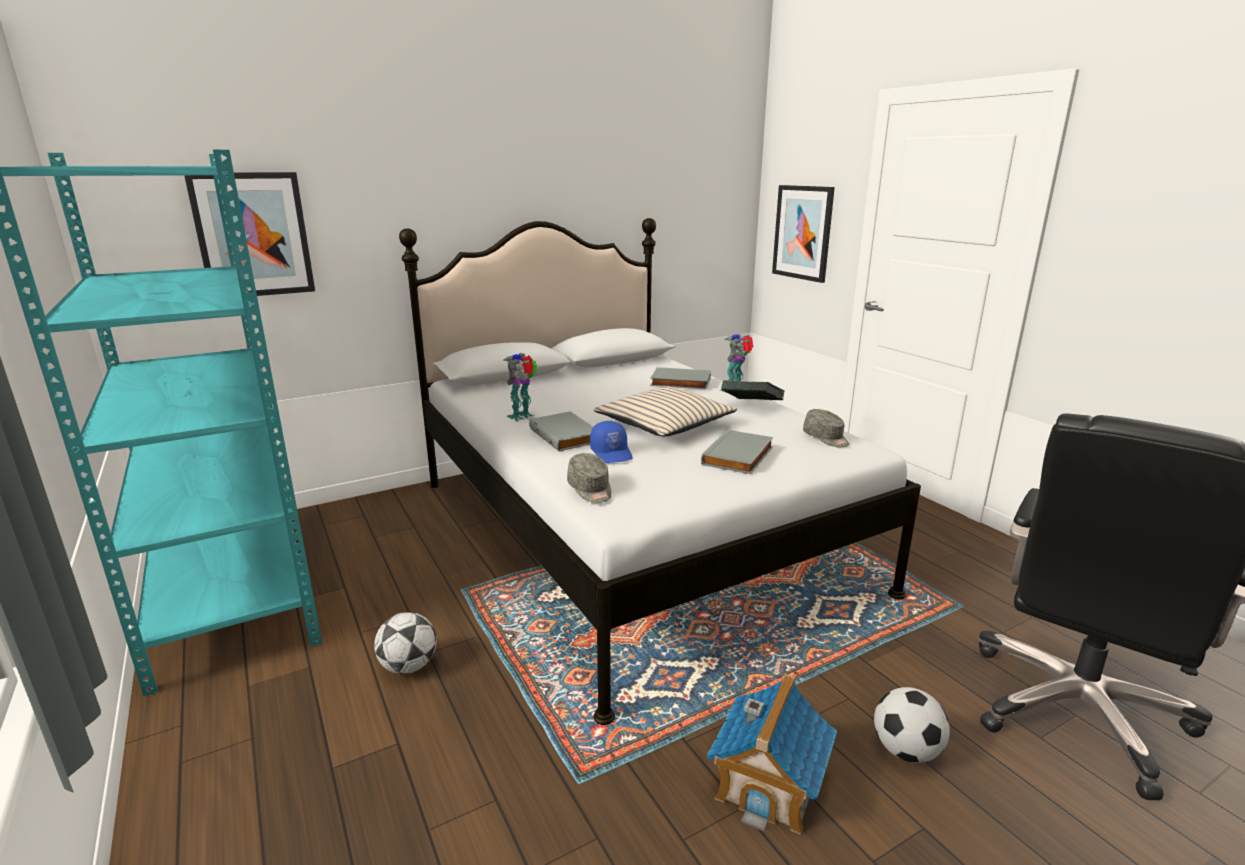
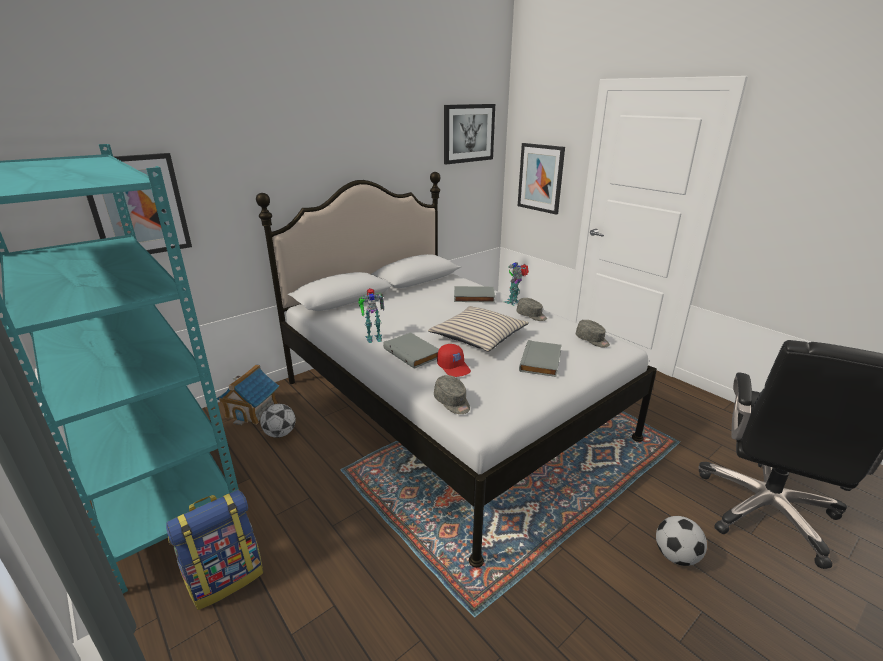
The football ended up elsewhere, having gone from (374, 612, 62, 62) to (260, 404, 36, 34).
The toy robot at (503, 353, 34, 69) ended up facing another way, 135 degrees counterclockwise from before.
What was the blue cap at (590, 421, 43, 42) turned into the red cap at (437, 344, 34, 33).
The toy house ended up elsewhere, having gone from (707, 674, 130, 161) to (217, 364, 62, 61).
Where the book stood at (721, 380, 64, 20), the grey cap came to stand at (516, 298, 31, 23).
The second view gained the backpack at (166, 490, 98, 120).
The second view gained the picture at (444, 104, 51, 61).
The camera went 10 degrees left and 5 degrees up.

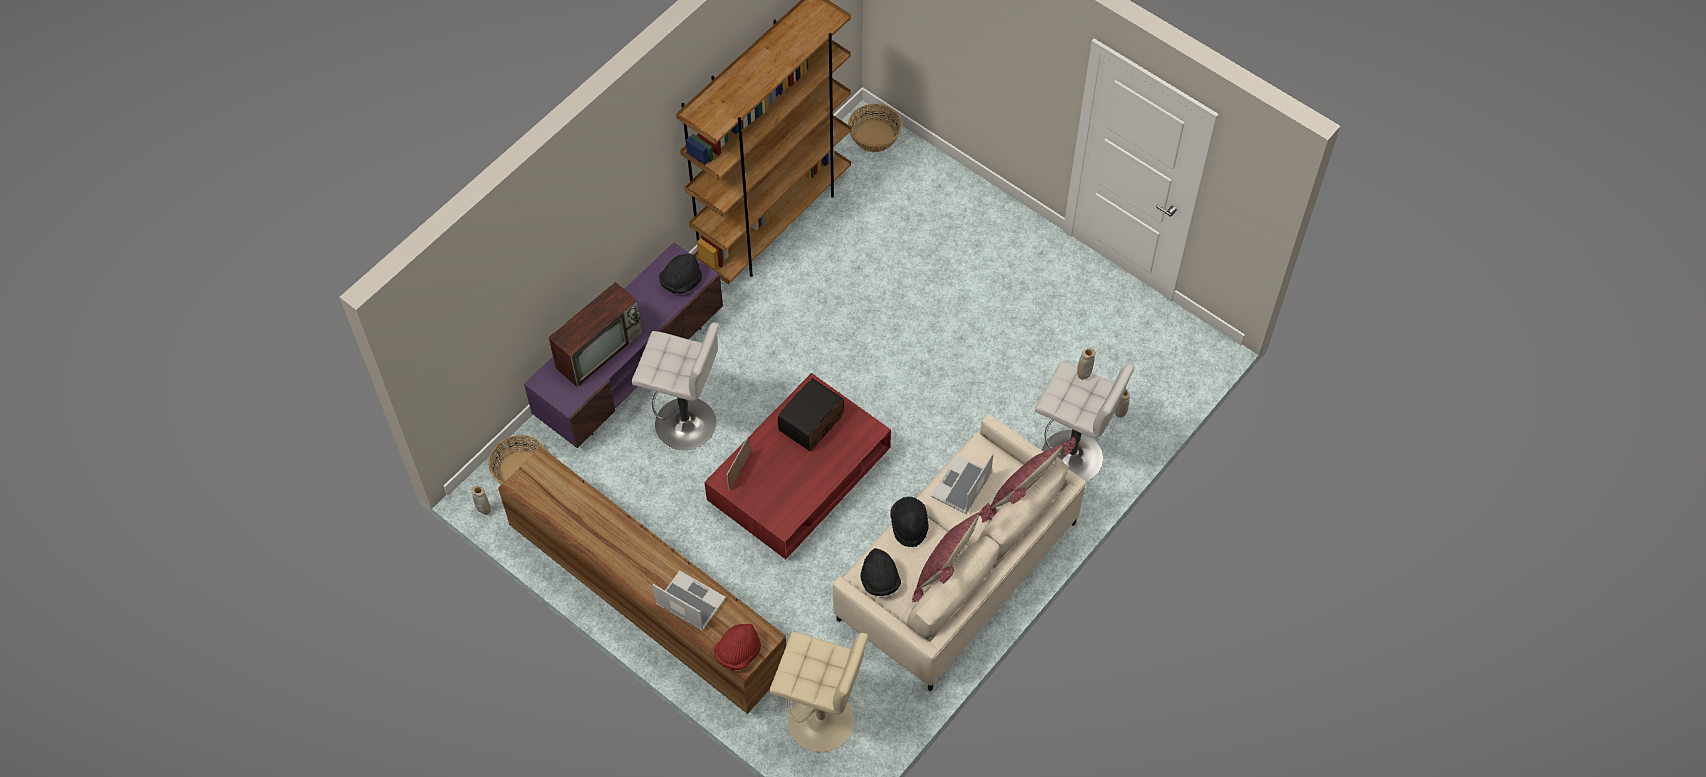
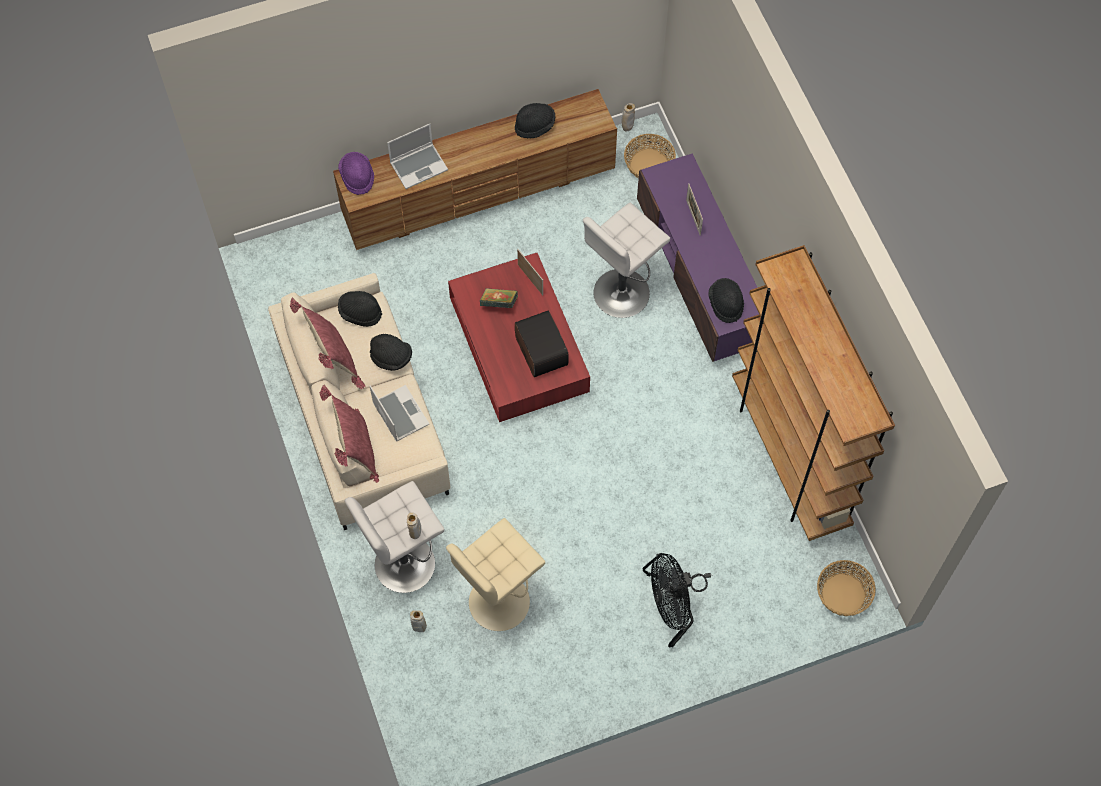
Where the television stood at (548, 282, 95, 106), the picture frame came to stand at (686, 183, 17, 53).
What was the red hat at (714, 624, 47, 46) turned into the purple hat at (338, 152, 36, 43).
The beige stool ended up elsewhere, having gone from (769, 631, 99, 121) to (446, 518, 99, 113).
The second view gained the book at (480, 288, 38, 20).
The second view gained the black hat at (515, 103, 40, 35).
The second view gained the black fan at (643, 553, 70, 95).
The camera went 120 degrees right and 5 degrees up.

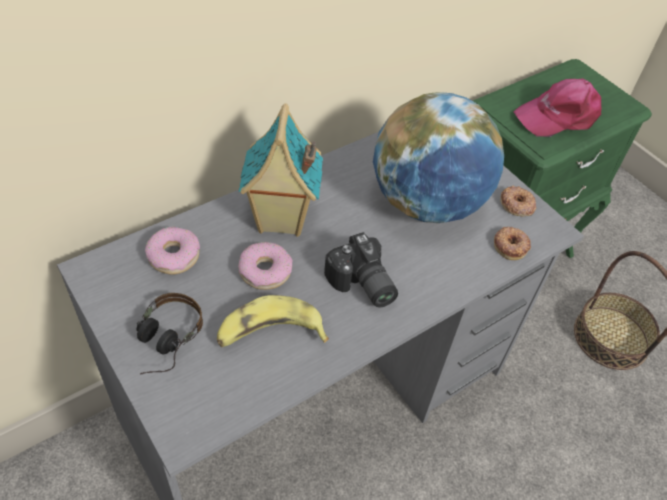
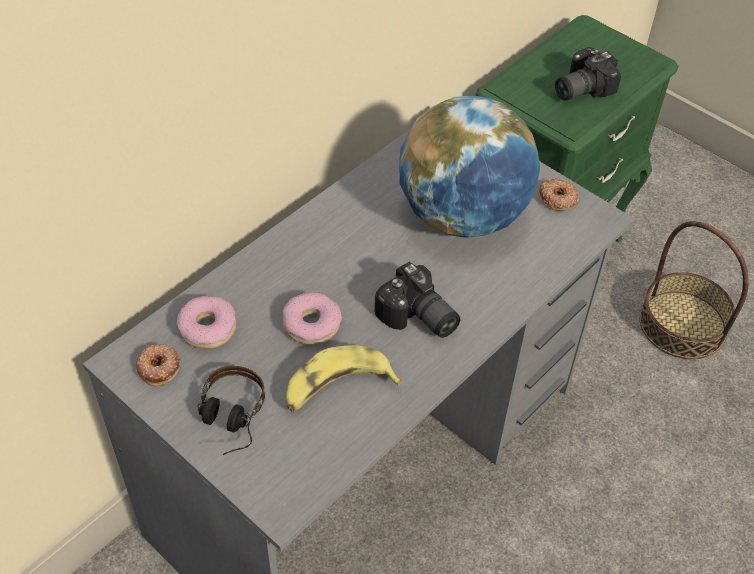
The second view lost the toy house at (239, 103, 84, 134).
The donut ended up elsewhere, having gone from (494, 227, 37, 33) to (136, 344, 44, 42).
Where the pink cap stood at (514, 78, 88, 59), the photo camera came to stand at (555, 47, 66, 54).
The camera went 10 degrees left and 0 degrees up.

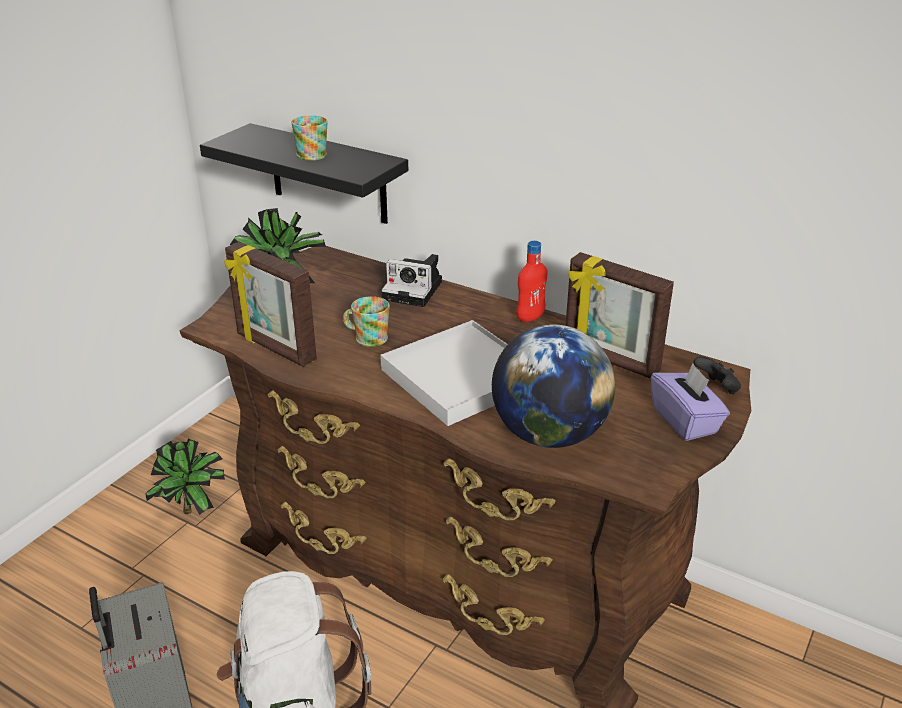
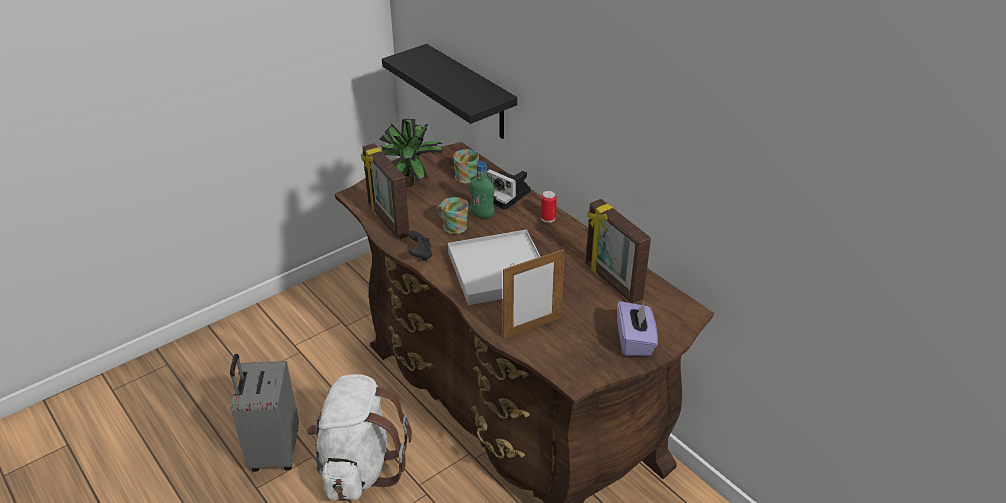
The second view lost the potted plant at (145, 438, 80, 77).
The mug ended up elsewhere, having gone from (291, 115, 37, 46) to (453, 149, 26, 34).
Where the globe stood at (492, 325, 123, 123), the picture frame came to stand at (503, 249, 62, 90).
The second view lost the red bottle at (516, 241, 31, 81).
The black game controller ended up elsewhere, having gone from (693, 356, 48, 39) to (408, 230, 24, 31).
The second view gained the green bottle at (470, 161, 24, 58).
The second view gained the can at (541, 191, 16, 32).
The camera went 20 degrees right and 5 degrees up.

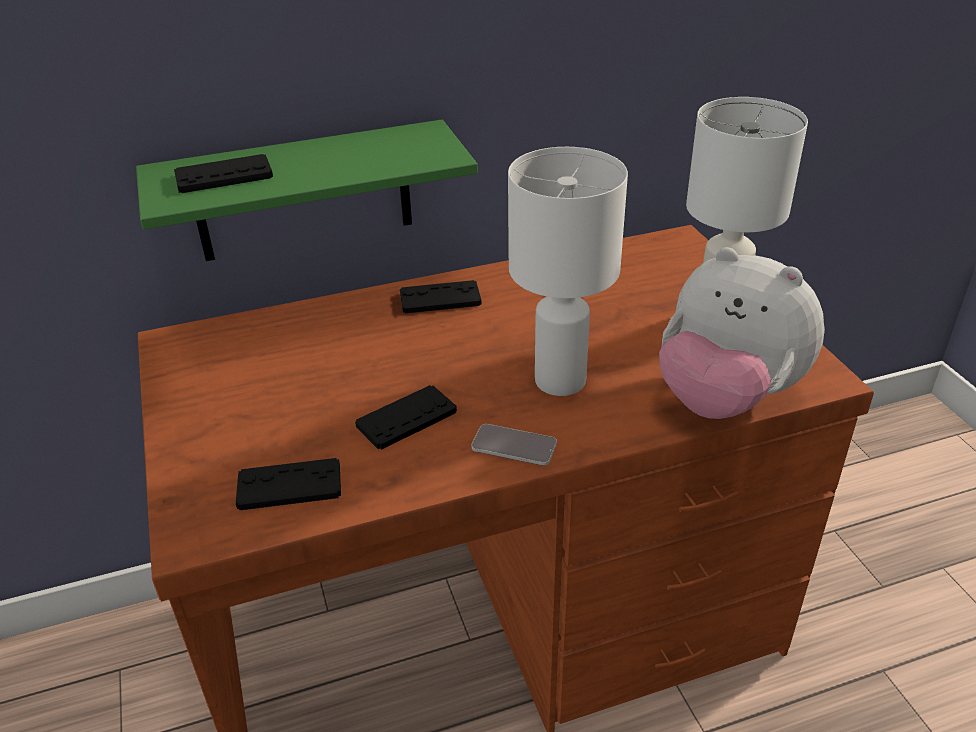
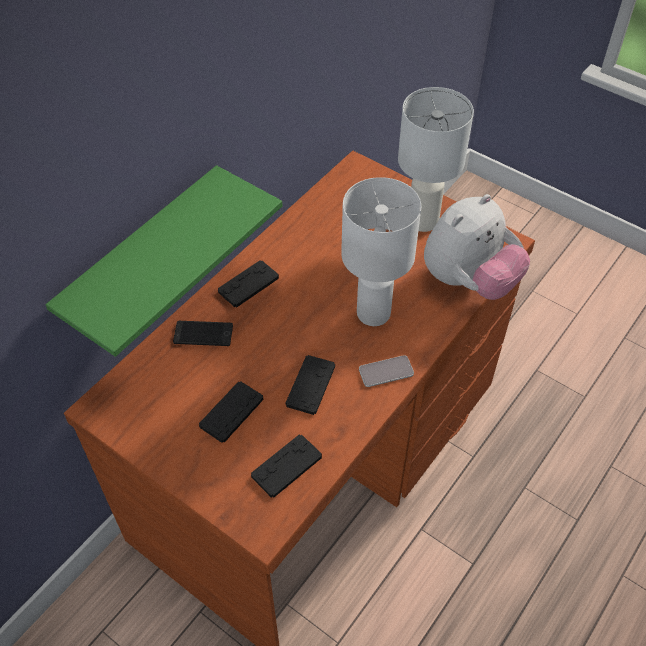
The black game controller ended up elsewhere, having gone from (174, 154, 99, 39) to (199, 381, 64, 62).
The plush toy at (659, 247, 166, 172) ended up facing another way, 45 degrees counterclockwise from before.
The second view gained the phone at (173, 321, 60, 25).
The camera went 35 degrees left and 15 degrees up.

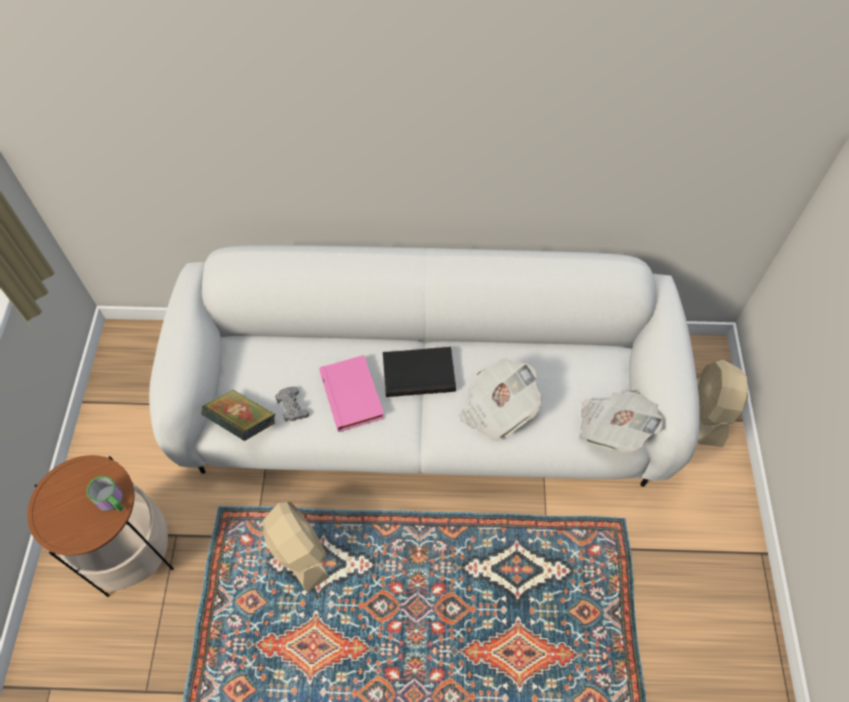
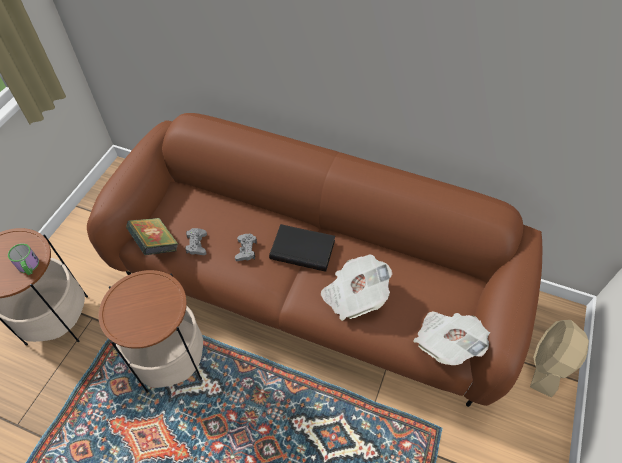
What was the white sofa at (149, 245, 551, 242) turned into the brown sofa at (87, 113, 455, 294).
Where the beige fan stood at (263, 502, 67, 90), the side table came to stand at (98, 270, 105, 123).
Where the pink book stood at (319, 355, 65, 77), the grey game controller came to stand at (235, 234, 22, 27).
The camera went 20 degrees right and 5 degrees down.

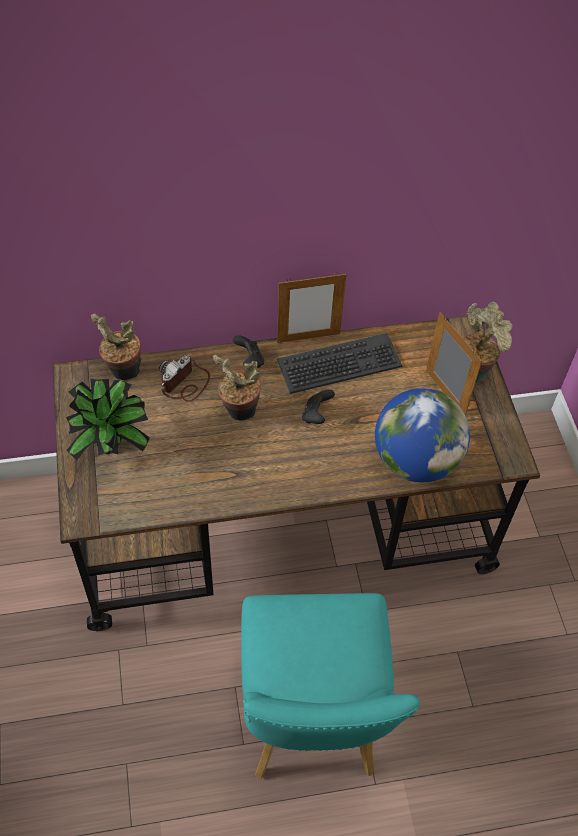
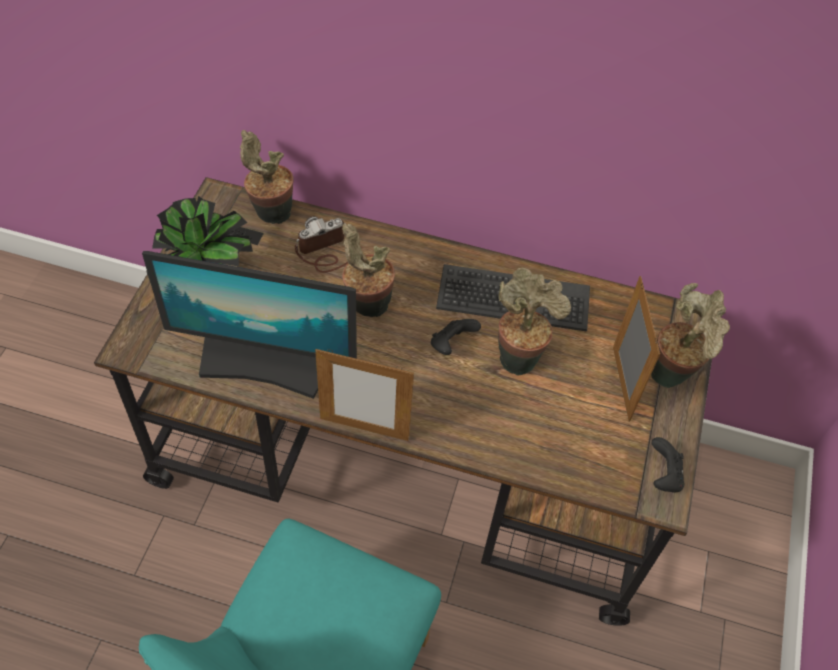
The black game controller ended up elsewhere, having gone from (233, 335, 31, 33) to (652, 437, 32, 55).
The picture frame ended up elsewhere, having gone from (277, 274, 70, 69) to (315, 349, 99, 92).
The second view lost the globe at (375, 388, 95, 94).
The second view gained the monitor at (142, 251, 215, 148).
The second view gained the potted plant at (498, 268, 73, 108).
The camera went 25 degrees right and 0 degrees up.

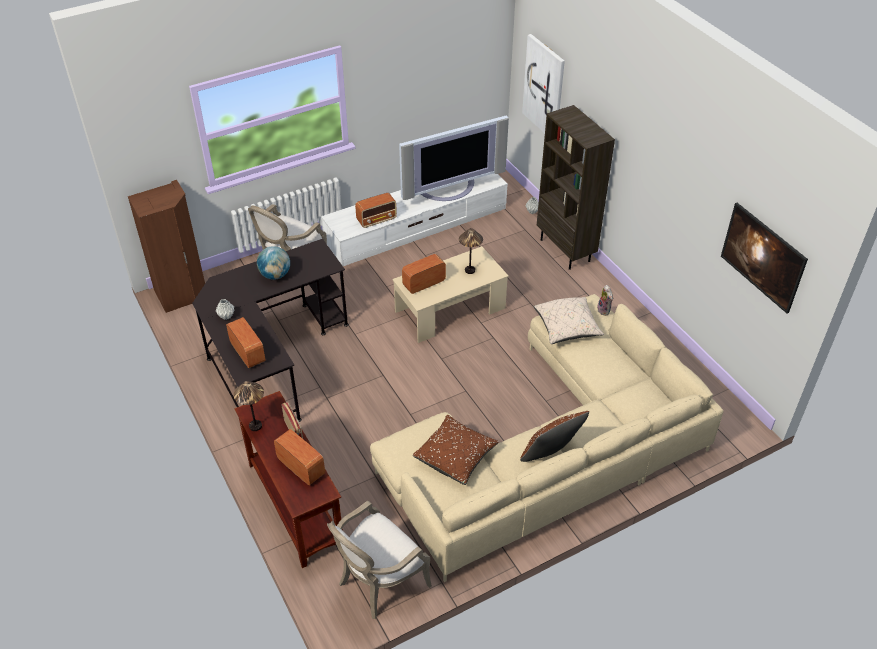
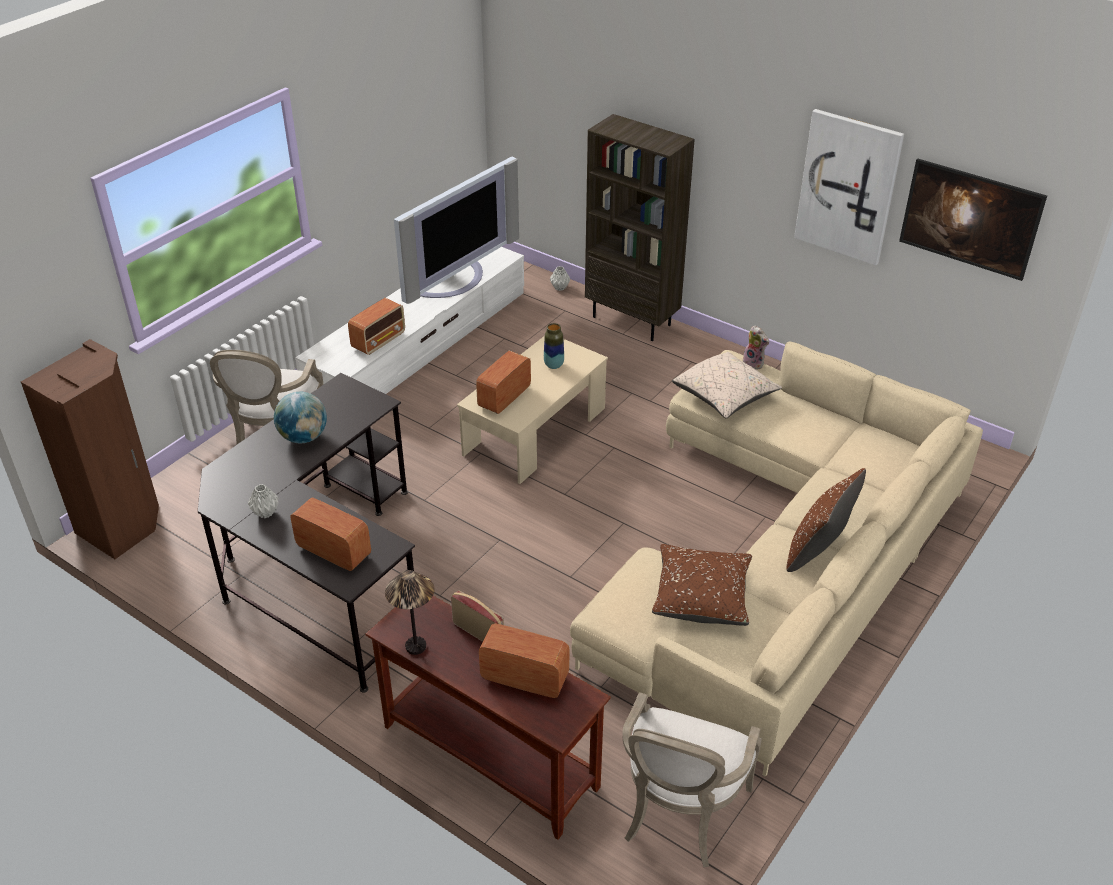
Where the table lamp stood at (459, 228, 24, 46), the vase came to stand at (544, 323, 20, 46).
The picture ended up elsewhere, having gone from (522, 34, 43, 99) to (794, 109, 110, 156).
The camera went 25 degrees left and 5 degrees down.

